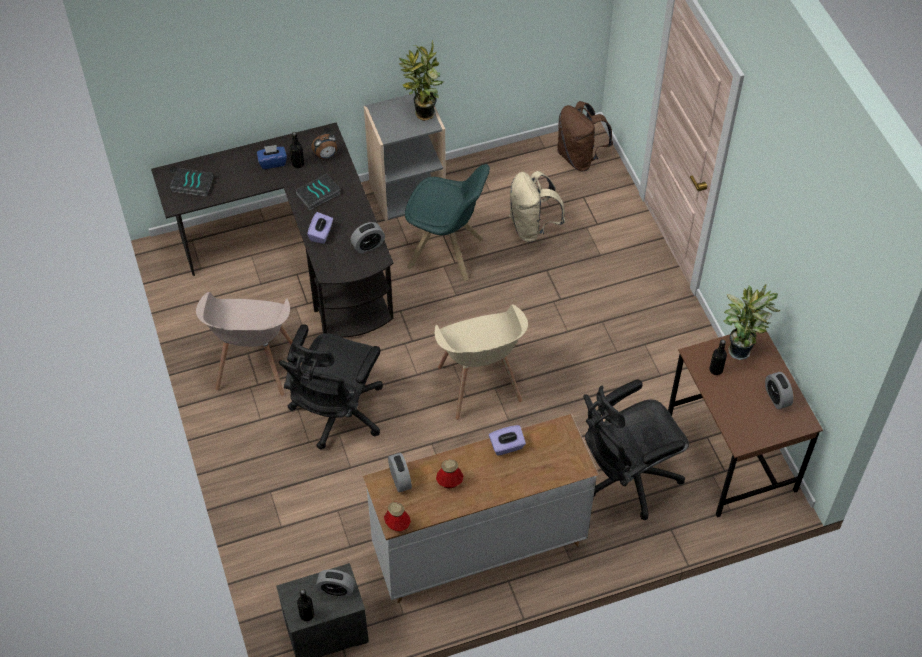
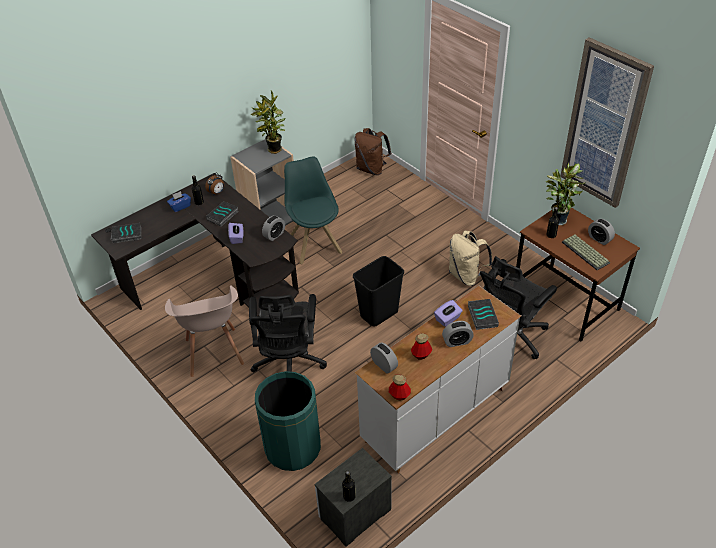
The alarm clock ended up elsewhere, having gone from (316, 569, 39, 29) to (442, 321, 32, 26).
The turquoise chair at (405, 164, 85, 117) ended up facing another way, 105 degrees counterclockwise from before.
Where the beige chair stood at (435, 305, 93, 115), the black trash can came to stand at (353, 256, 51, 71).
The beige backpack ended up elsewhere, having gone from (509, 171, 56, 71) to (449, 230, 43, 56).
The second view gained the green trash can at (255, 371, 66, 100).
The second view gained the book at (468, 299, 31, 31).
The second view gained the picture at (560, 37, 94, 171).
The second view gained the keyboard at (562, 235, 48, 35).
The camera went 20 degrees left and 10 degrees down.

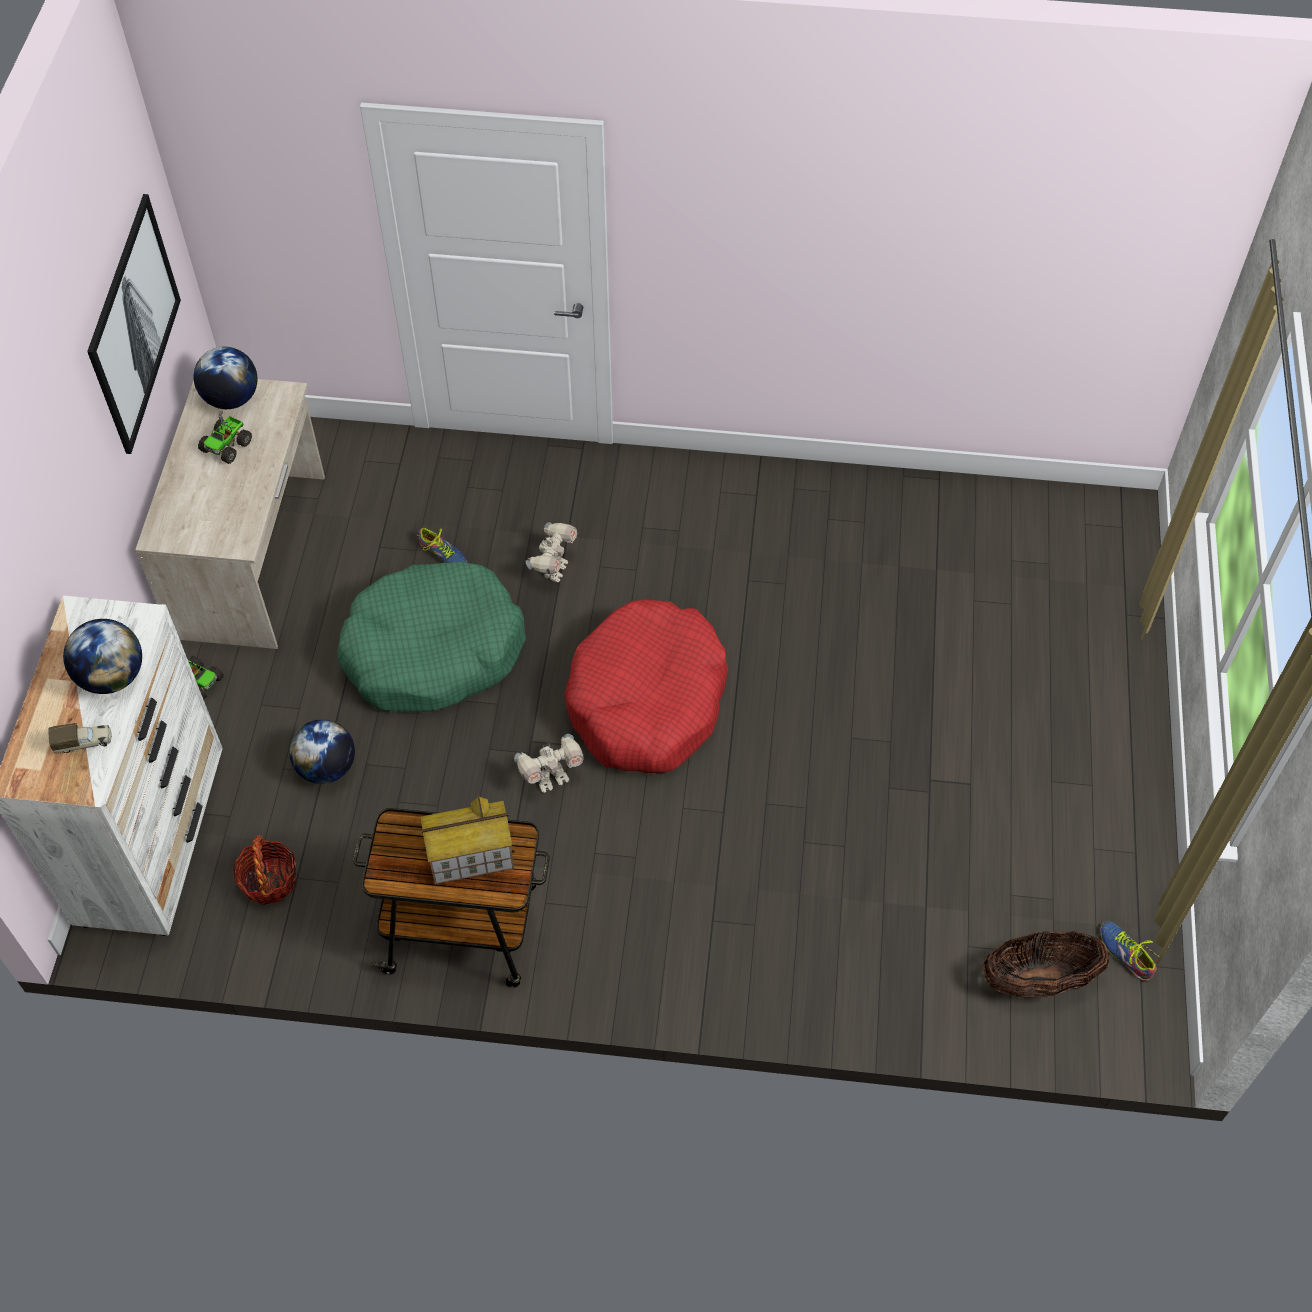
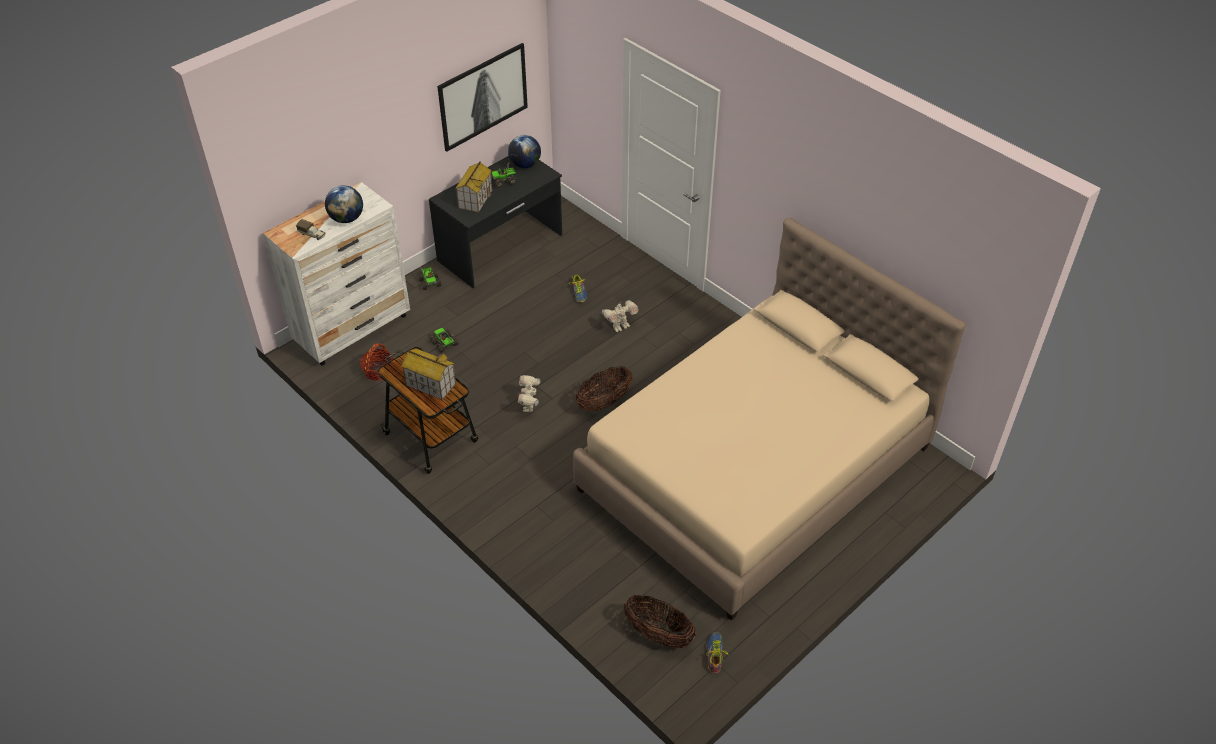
What was the beige desk at (135, 379, 190, 270) turned into the black desk at (429, 156, 133, 132).
Where the globe stood at (289, 719, 66, 65), the toy truck came to stand at (430, 328, 28, 25).
The second view lost the green dog bed at (337, 562, 189, 150).
The toy robot at (514, 734, 69, 59) ended up facing another way, 75 degrees clockwise from before.
Where the red dog bed stood at (564, 599, 164, 174), the basket came to stand at (576, 366, 57, 45).
The second view gained the toy house at (455, 161, 37, 51).
The second view gained the beige bed at (573, 218, 393, 403).
The camera went 40 degrees right and 10 degrees down.

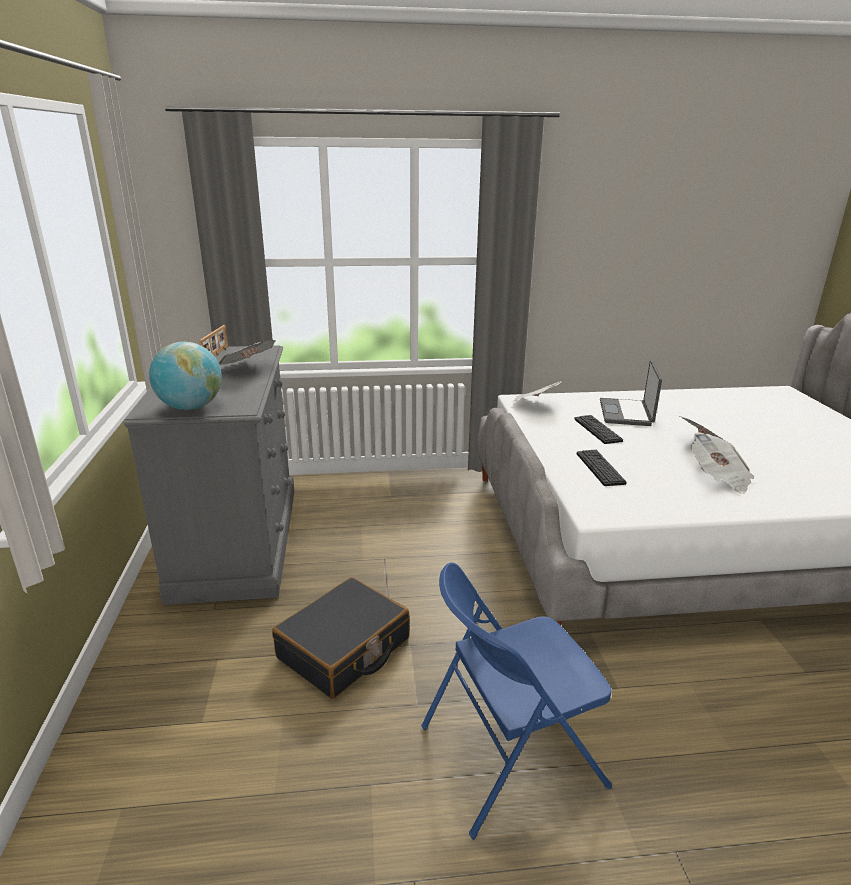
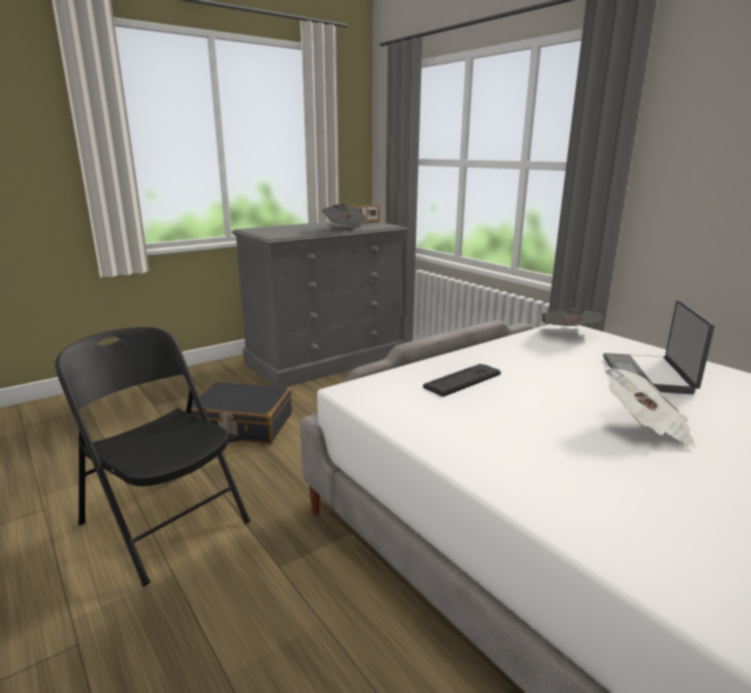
The second view lost the globe at (149, 342, 73, 68).
What was the blue chair at (421, 563, 191, 277) turned into the black chair at (55, 327, 196, 260).
The second view lost the keyboard at (574, 415, 49, 29).
The laptop at (600, 360, 62, 66) ended up facing another way, 60 degrees counterclockwise from before.
The second view lost the newspaper at (691, 432, 63, 62).
The camera went 60 degrees right and 5 degrees down.

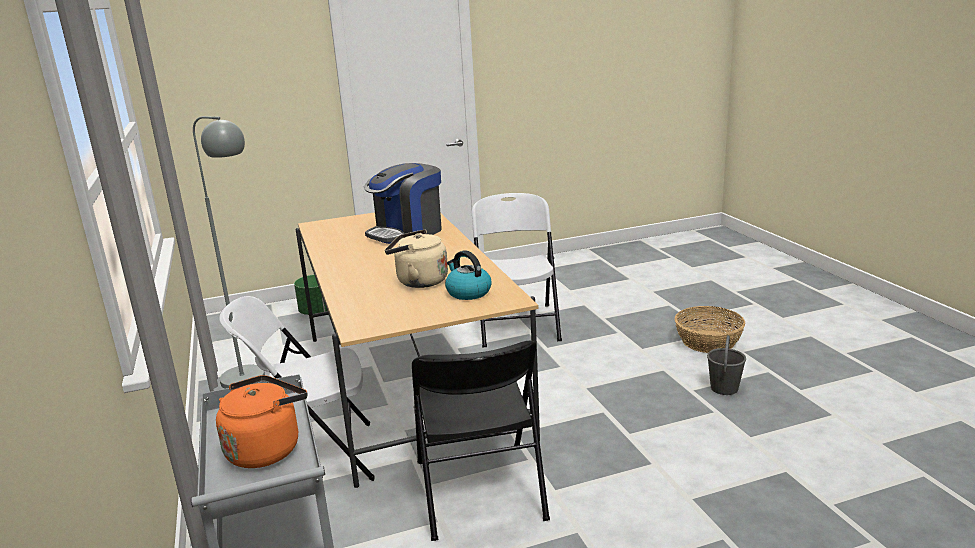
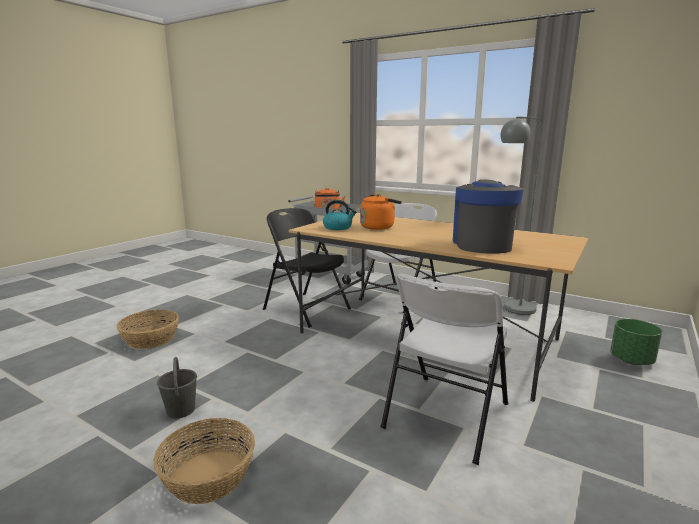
What was the beige kettle at (385, 230, 63, 58) turned into the orange kettle at (360, 194, 42, 36).
The white chair at (472, 193, 90, 155) ended up facing another way, 75 degrees clockwise from before.
The second view gained the basket at (117, 309, 62, 40).
The camera went 140 degrees right and 5 degrees down.

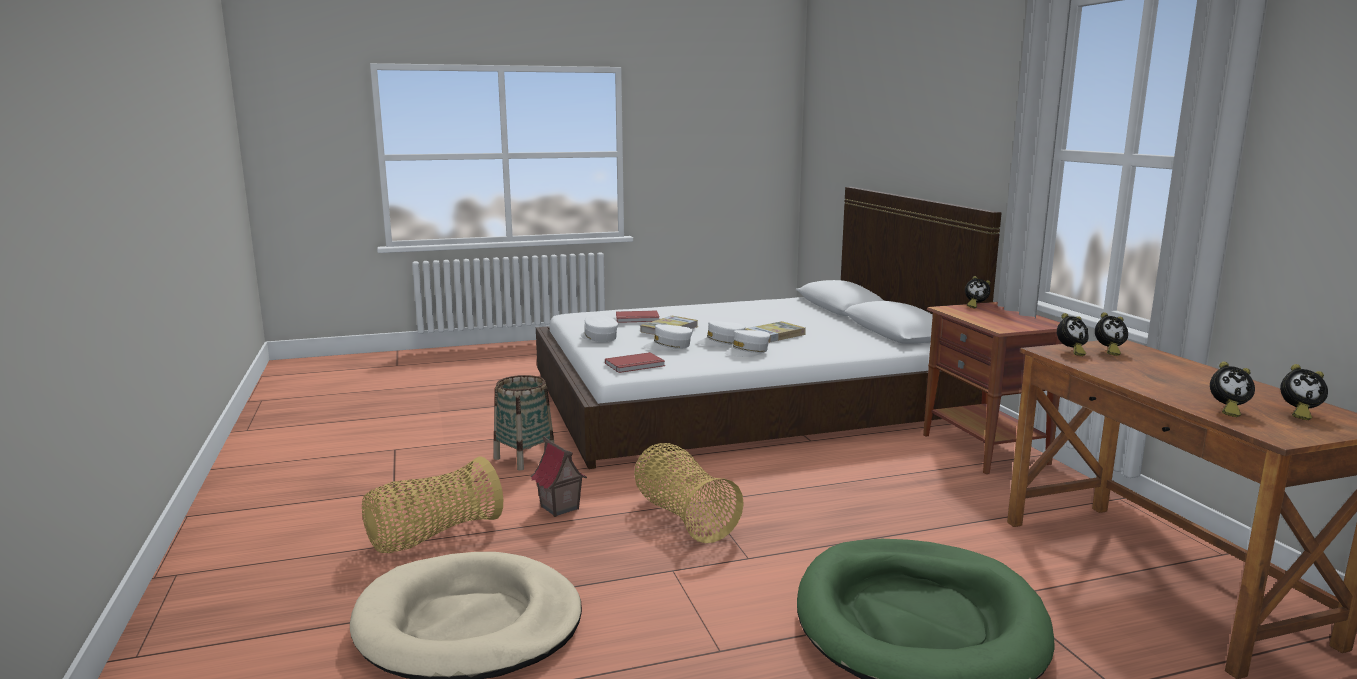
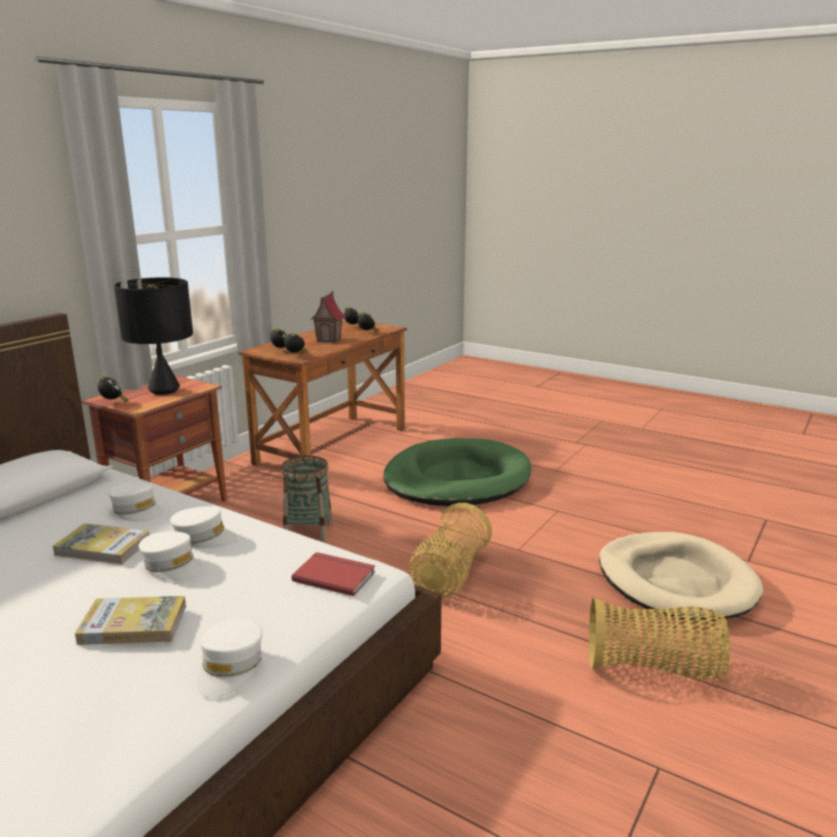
The basket ended up elsewhere, having gone from (494, 375, 60, 96) to (281, 455, 52, 88).
The toy house ended up elsewhere, having gone from (531, 436, 56, 81) to (310, 291, 36, 52).
The second view lost the red book at (616, 311, 44, 12).
The white cap ended up elsewhere, having gone from (643, 324, 50, 27) to (108, 482, 55, 40).
The second view gained the black table lamp at (114, 277, 79, 118).
The camera went 130 degrees left and 5 degrees up.

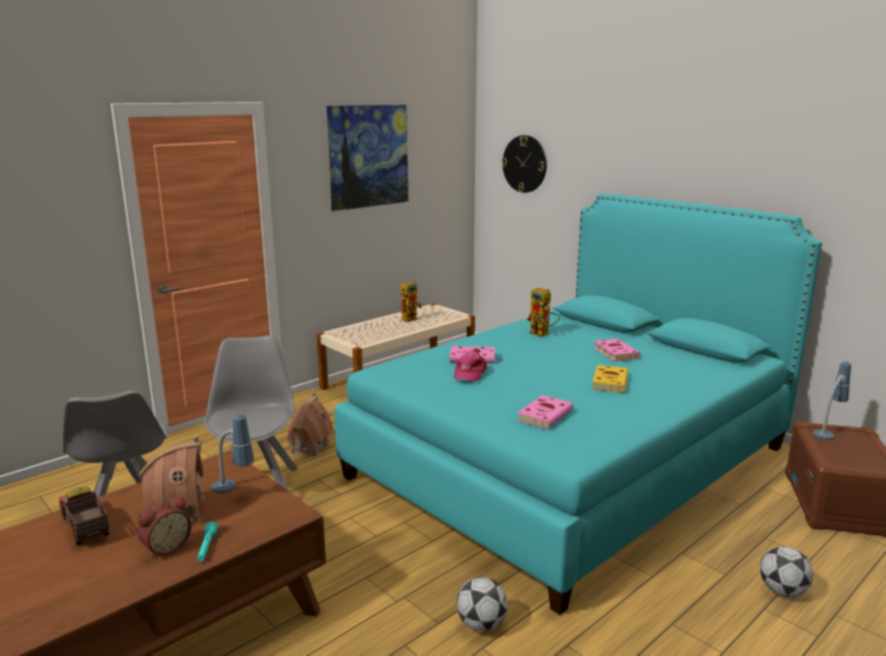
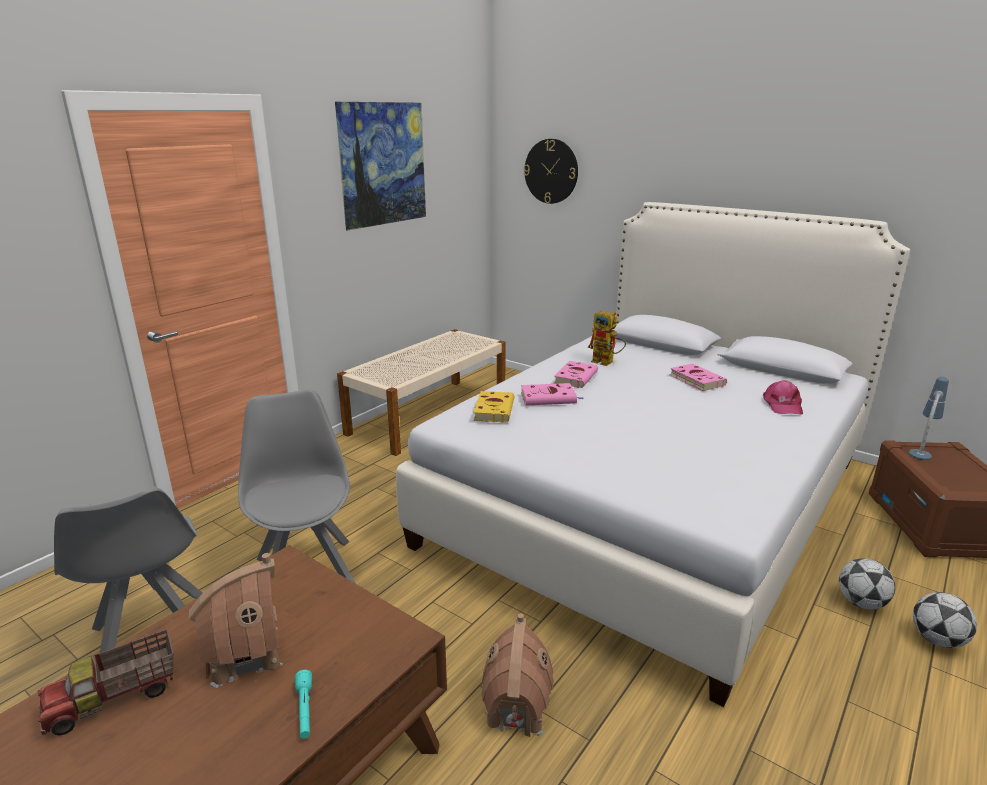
The toy truck at (59, 487, 50, 58) ended up facing another way, 75 degrees counterclockwise from before.
The second view lost the alarm clock at (137, 496, 55, 63).
The second view lost the table lamp at (212, 414, 42, 79).
The toy house ended up elsewhere, having gone from (287, 392, 46, 66) to (482, 613, 72, 124).
What was the turquoise bed at (335, 194, 487, 421) turned into the white bed at (396, 202, 514, 505).
The second view lost the toy robot at (401, 280, 21, 42).
The pink cap ended up elsewhere, having gone from (454, 351, 34, 30) to (763, 380, 40, 35).
The football ended up elsewhere, having gone from (456, 577, 52, 55) to (839, 558, 56, 52).
The pink book ended up elsewhere, having gone from (517, 395, 56, 34) to (554, 361, 44, 27).
The yellow book ended up elsewhere, having gone from (592, 365, 36, 28) to (473, 391, 41, 32).
The camera went 10 degrees left and 5 degrees up.

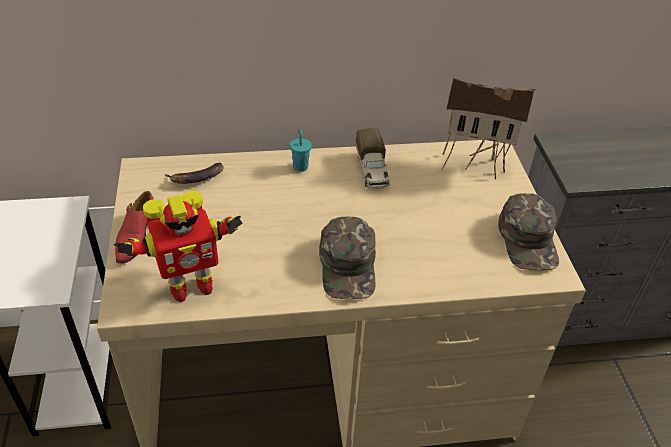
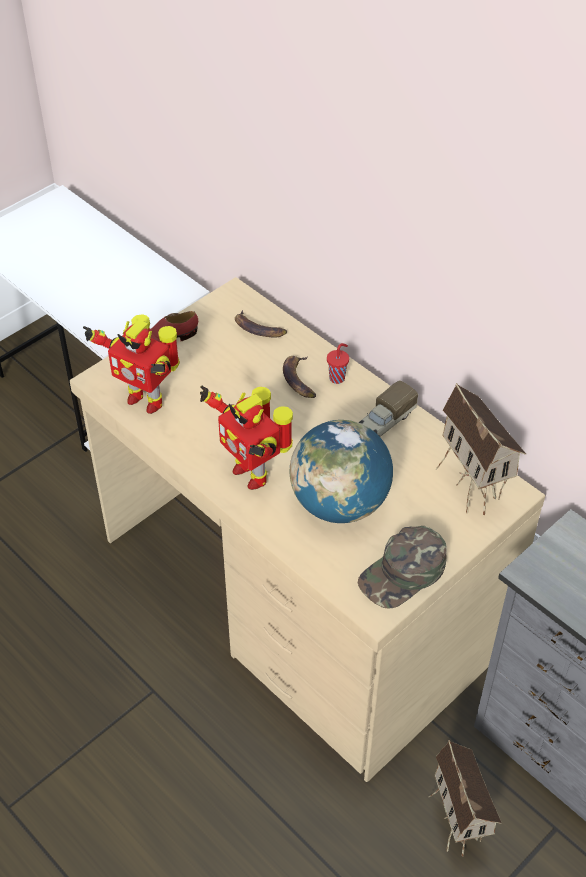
What was the turquoise cup at (290, 129, 22, 43) turned into the red cup at (327, 343, 22, 41).
Where the green cap stood at (319, 216, 57, 83), the toy robot came to stand at (200, 385, 93, 105).
The second view gained the banana at (283, 356, 33, 42).
The second view gained the globe at (290, 420, 103, 103).
The second view gained the toy house at (429, 740, 73, 117).
The camera went 55 degrees right and 5 degrees up.

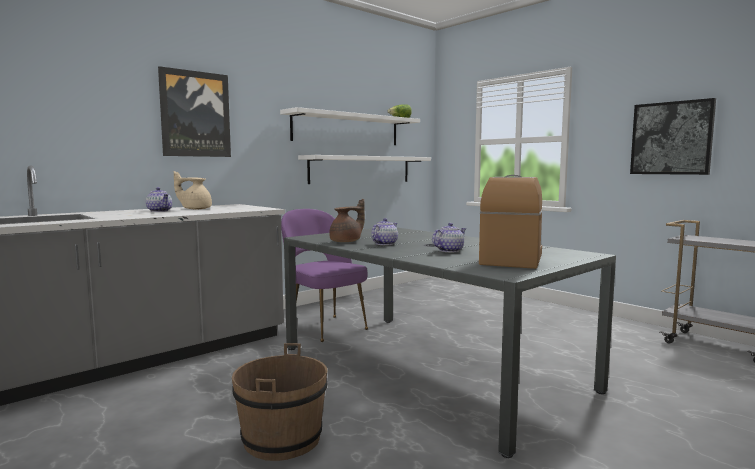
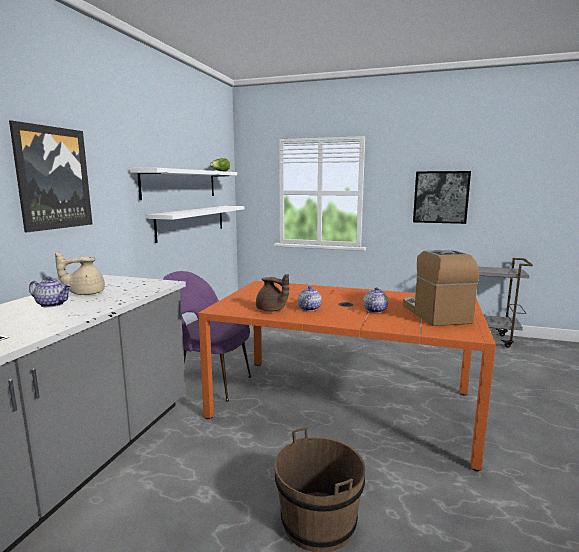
What was the grey dining table at (284, 227, 332, 231) turned into the orange dining table at (198, 281, 298, 190).
The brown teapot at (329, 199, 36, 43) ended up facing another way, 105 degrees clockwise from before.
The camera went 30 degrees left and 5 degrees up.

